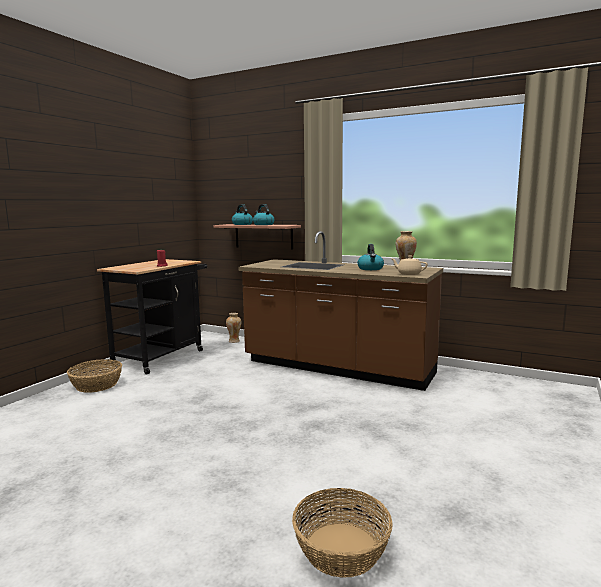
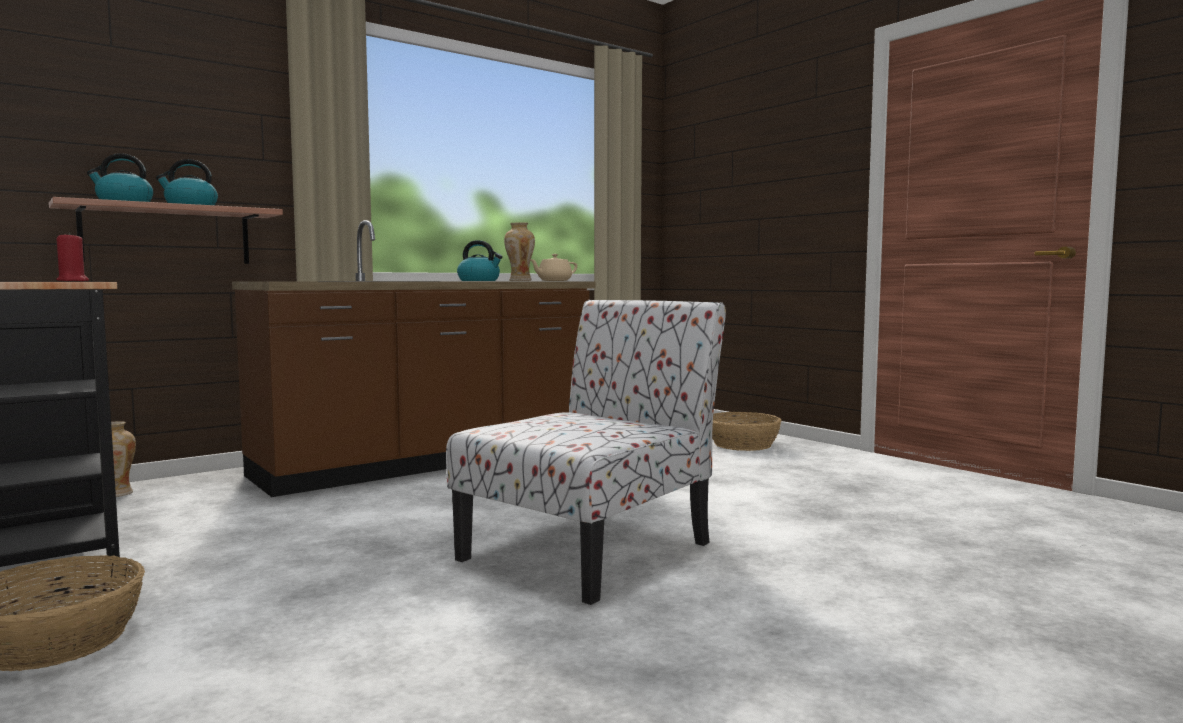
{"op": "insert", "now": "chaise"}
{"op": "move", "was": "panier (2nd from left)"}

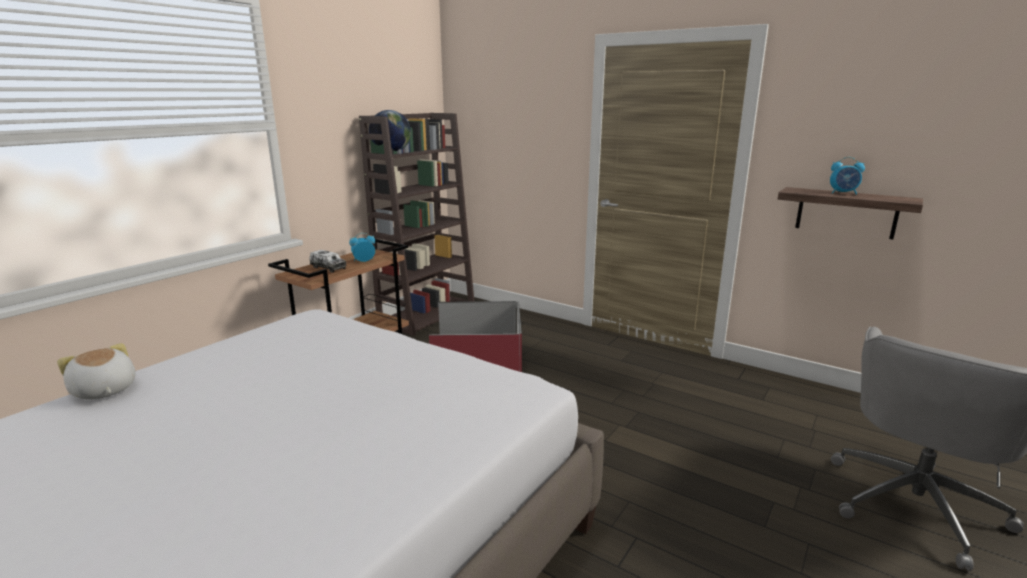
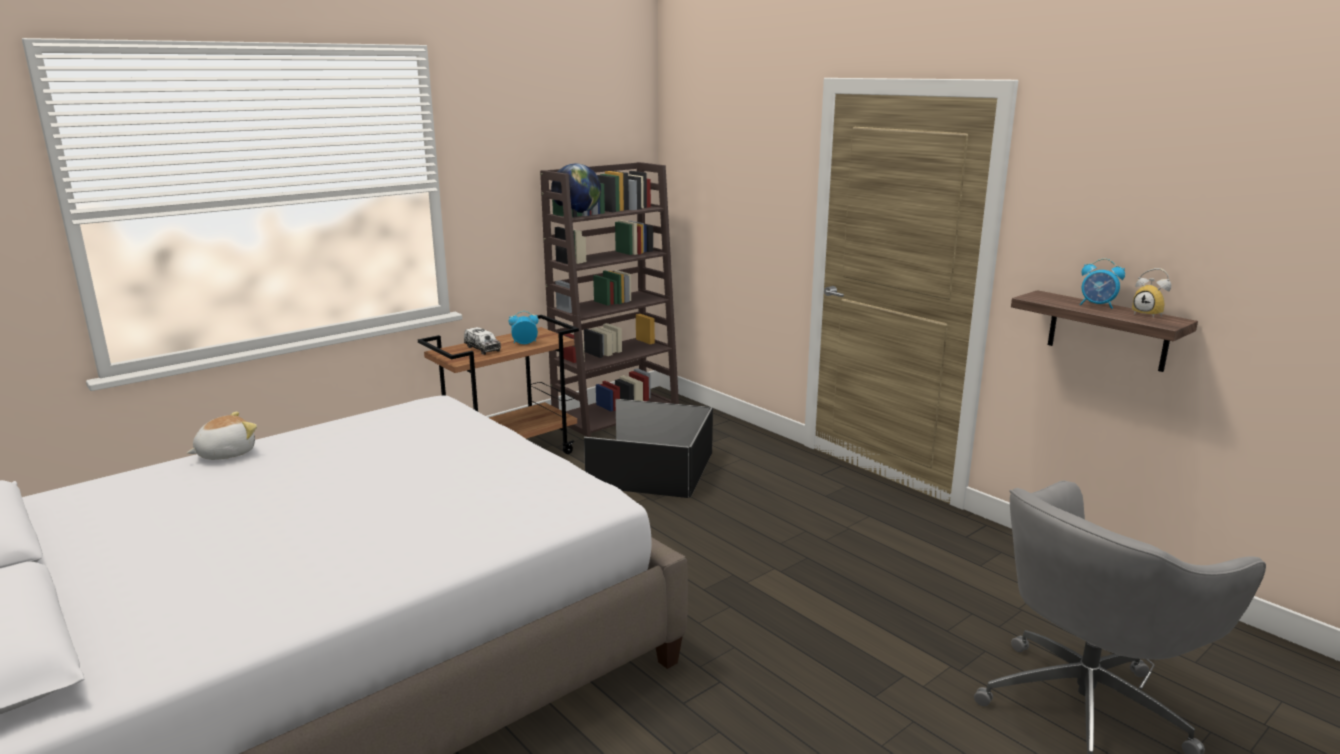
{"op": "rotate", "was": "peluche", "clockwise": 75}
{"op": "recolor", "was": "boîte de rangement/rouge", "now": "boîte de rangement/noir"}
{"op": "insert", "now": "réveil (3rd from left)"}

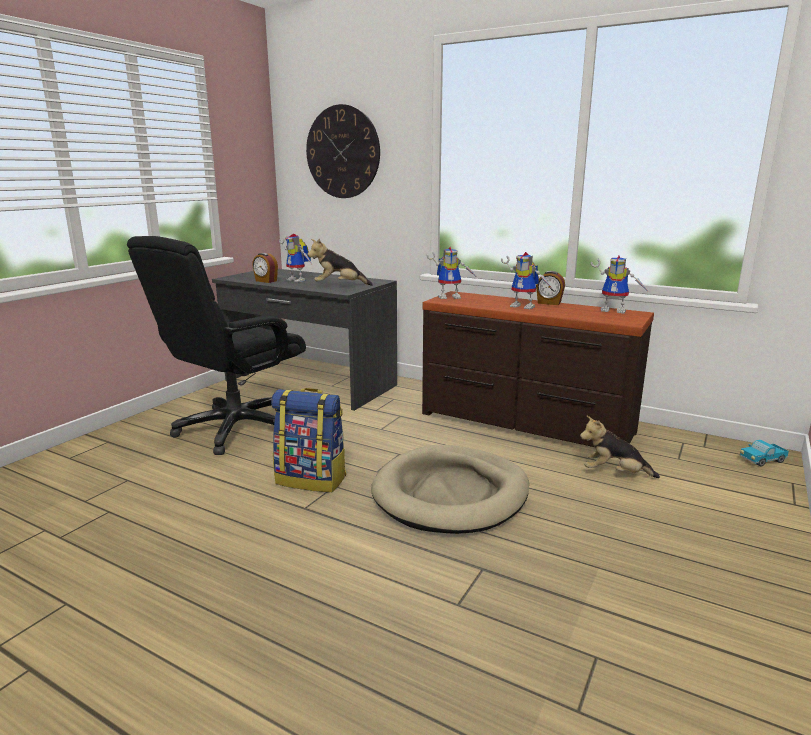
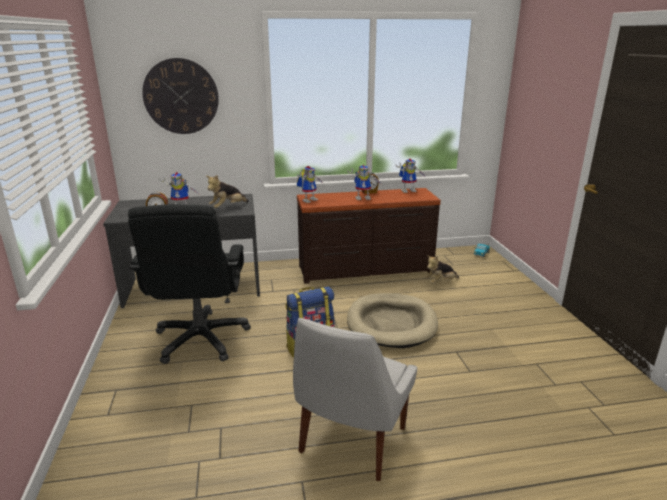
{"op": "insert", "now": "chaise/blanc"}

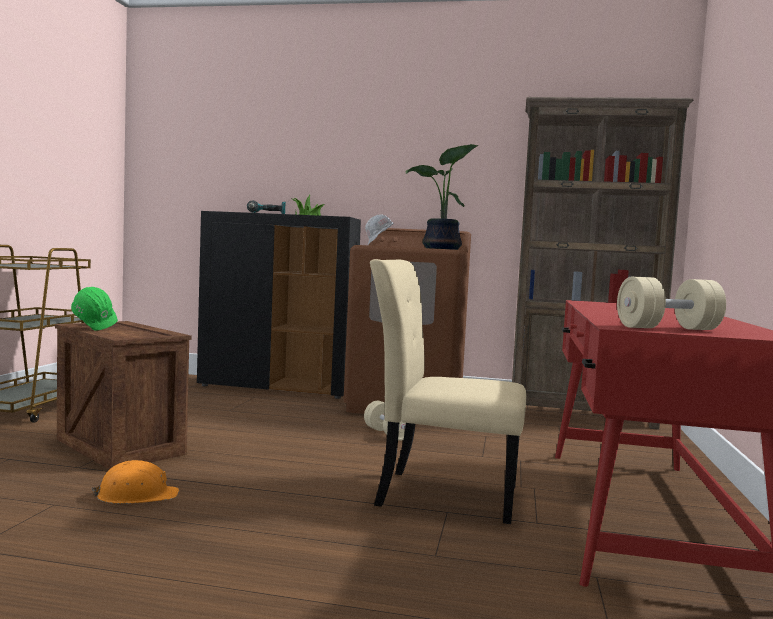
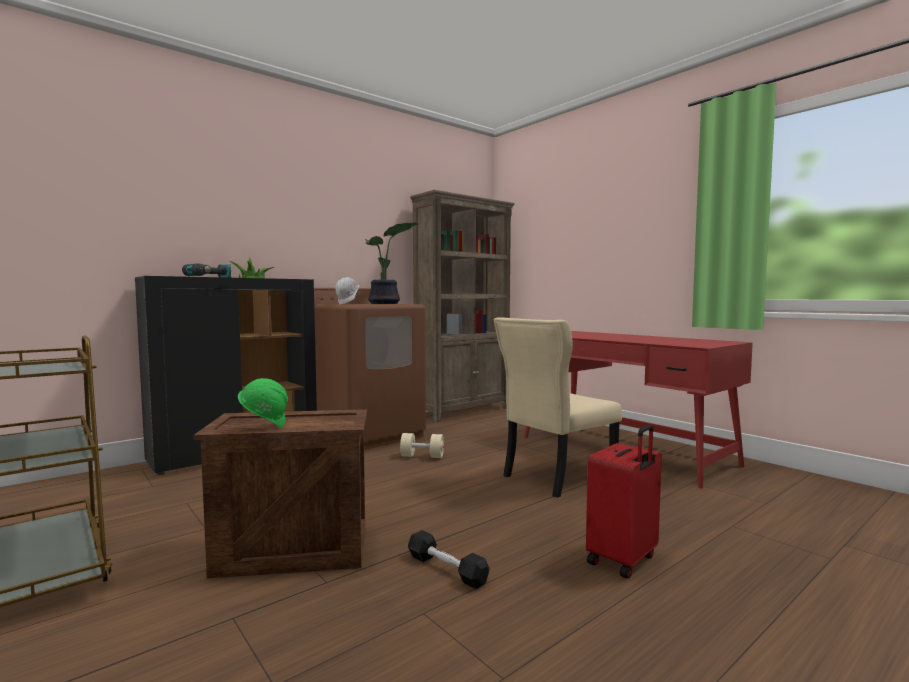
{"op": "replace", "was": "casque de chantier/orange", "now": "haltère/noir"}
{"op": "insert", "now": "valise/rouge"}
{"op": "delete", "was": "haltère/beige (2nd from left)"}

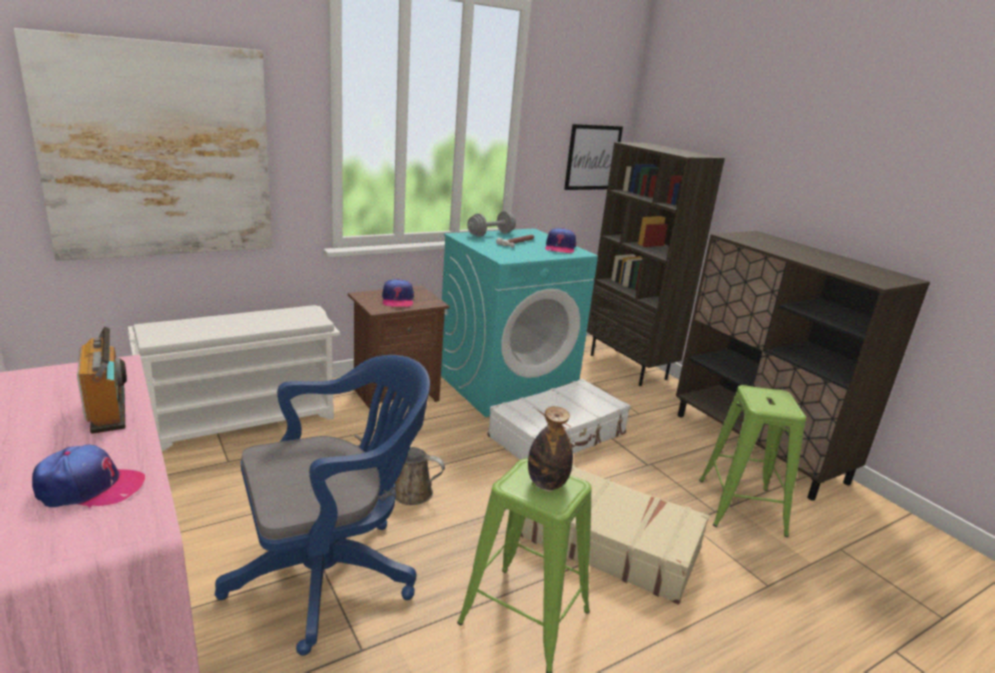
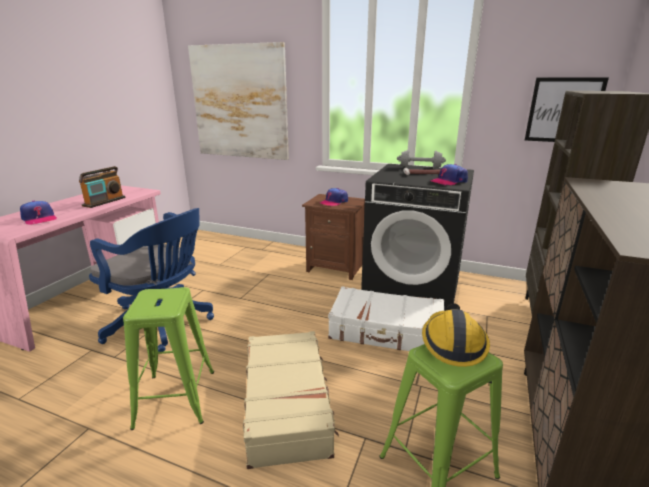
{"op": "recolor", "was": "lave-linge/turquoise", "now": "lave-linge/noir"}
{"op": "insert", "now": "casque de chantier"}
{"op": "delete", "was": "étagère à chaussures/blanc"}
{"op": "delete", "was": "arrosoir/marron"}
{"op": "delete", "was": "bouteille"}

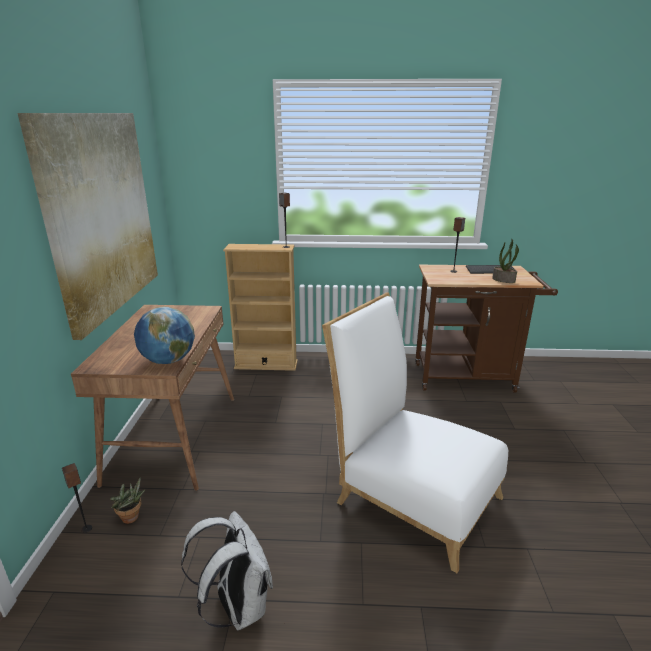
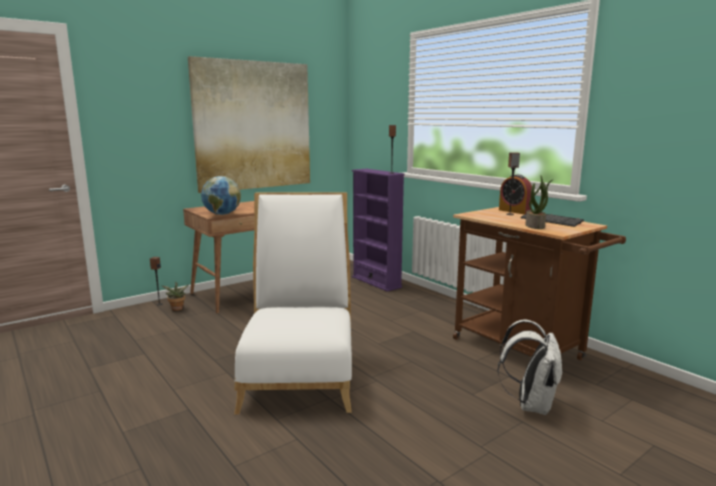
{"op": "recolor", "was": "bibliothèque/beige", "now": "bibliothèque/violet"}
{"op": "move", "was": "sac à dos/blanc"}
{"op": "insert", "now": "réveil"}

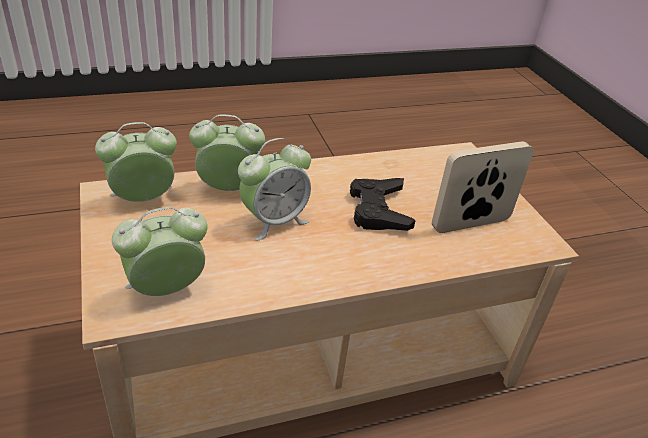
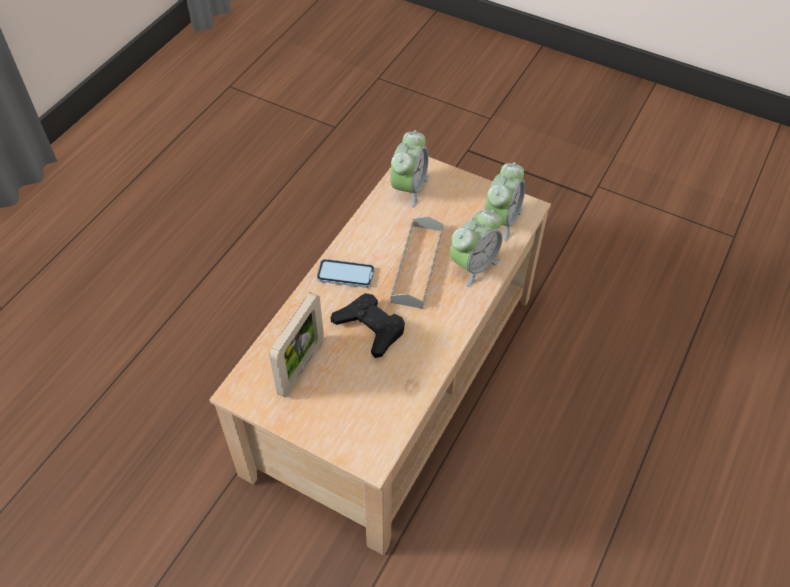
{"op": "insert", "now": "téléphone"}
{"op": "replace", "was": "réveil (4th from left)", "now": "plateau/gris"}

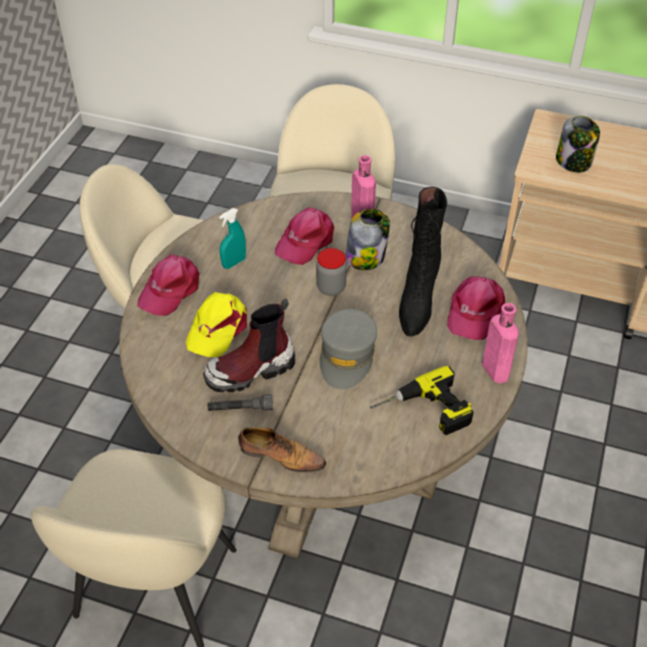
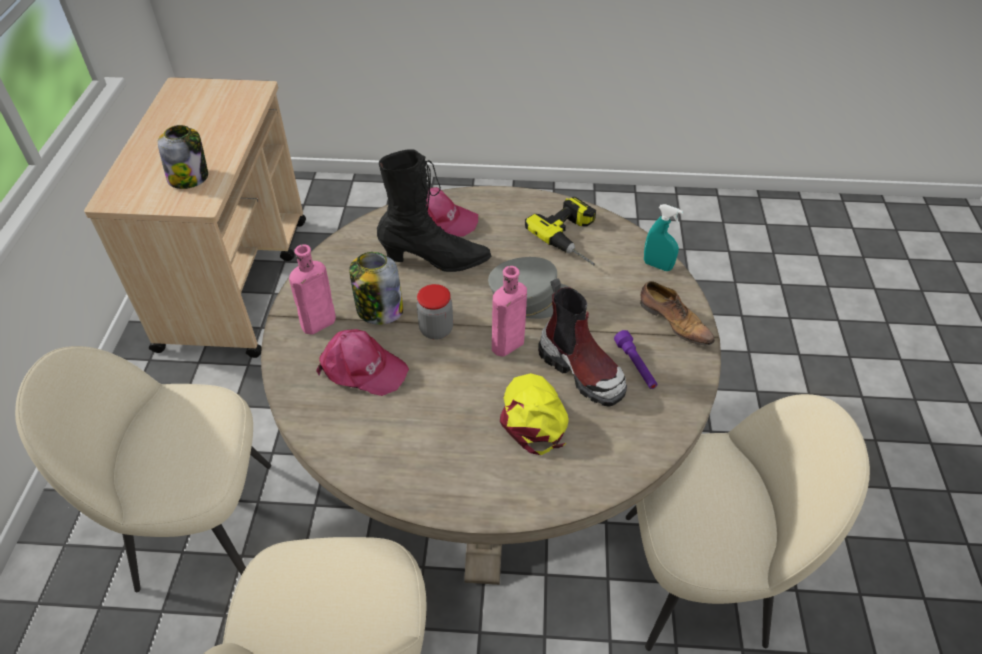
{"op": "move", "was": "bouteille/rose (2nd from left)"}
{"op": "rotate", "was": "casquette/jaune", "clockwise": -105}
{"op": "recolor", "was": "lampe de poche/gris", "now": "lampe de poche/violet"}
{"op": "rotate", "was": "chaussure", "clockwise": 135}
{"op": "move", "was": "vaporisateur/turquoise"}
{"op": "delete", "was": "casquette/rose (1st from left)"}

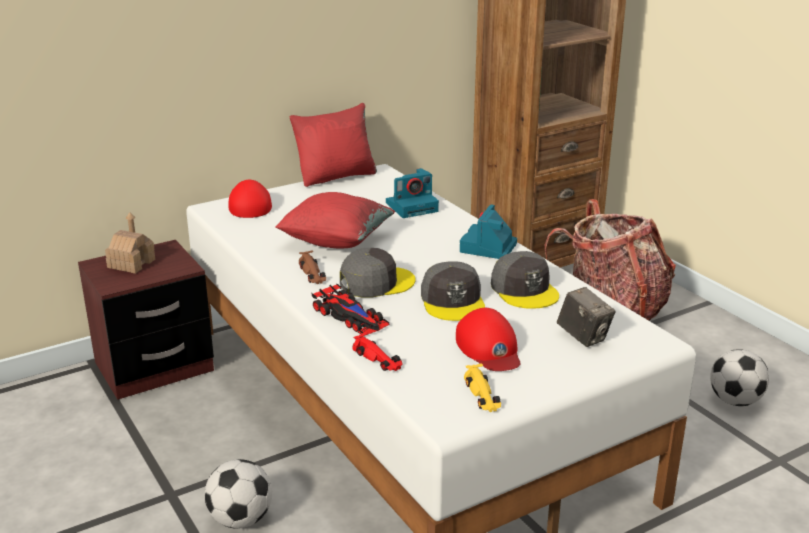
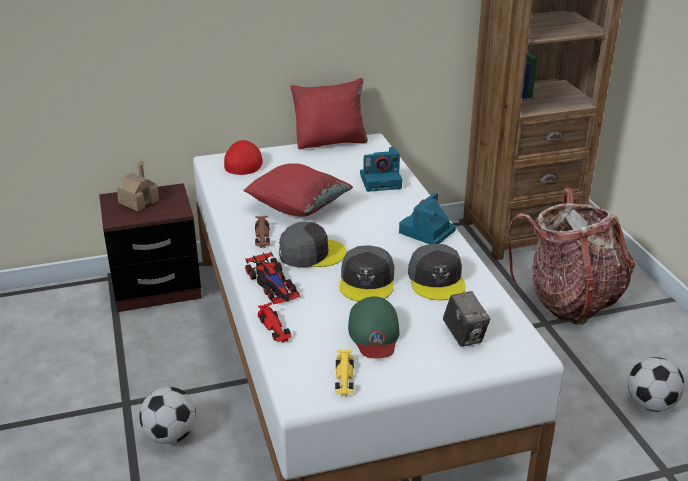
{"op": "recolor", "was": "casquette/rouge (2nd from left)", "now": "casquette/vert"}

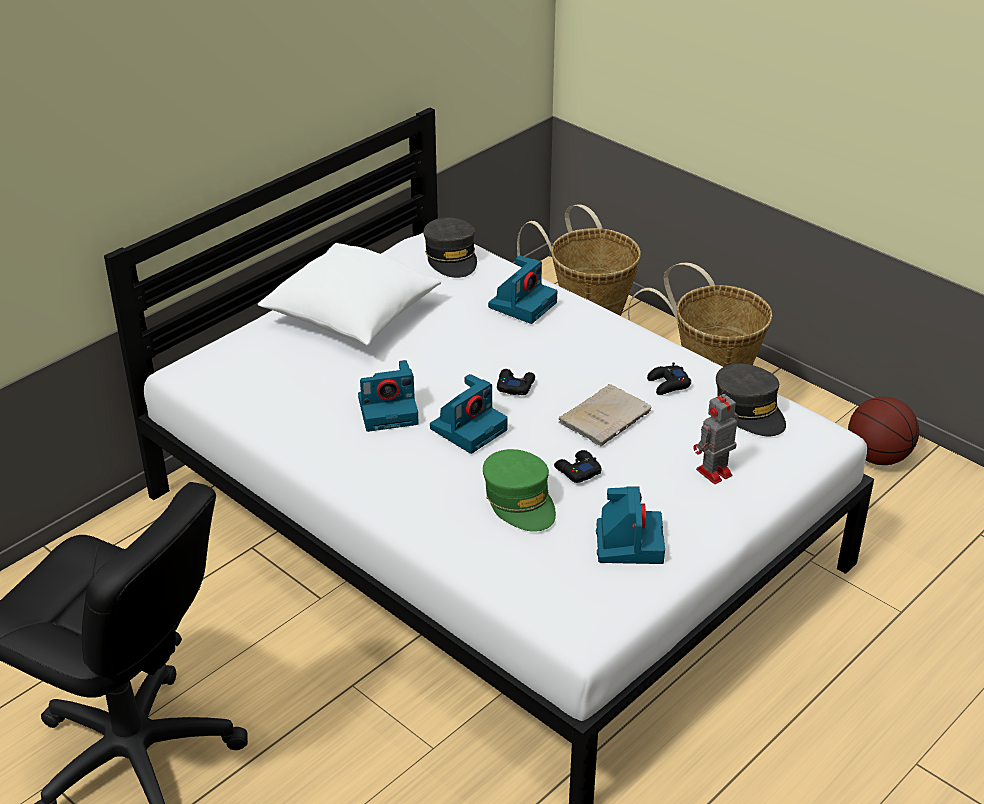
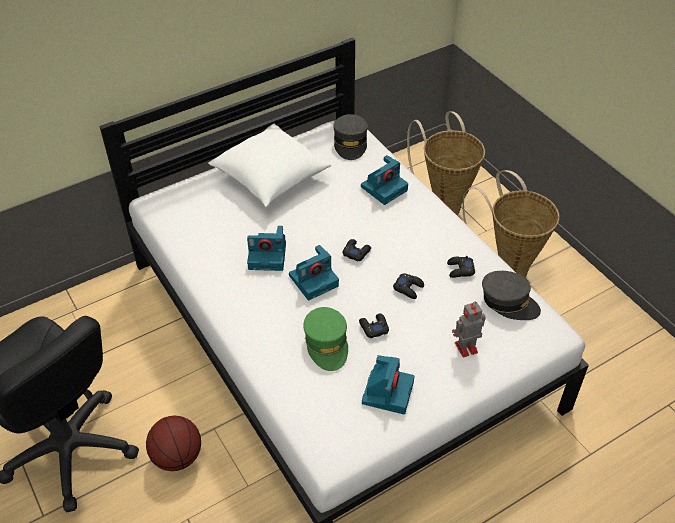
{"op": "move", "was": "ballon de basket"}
{"op": "replace", "was": "livre/beige", "now": "manette/noir (3rd from left)"}
{"op": "rotate", "was": "casquette/gris (2nd from left)", "clockwise": -45}

